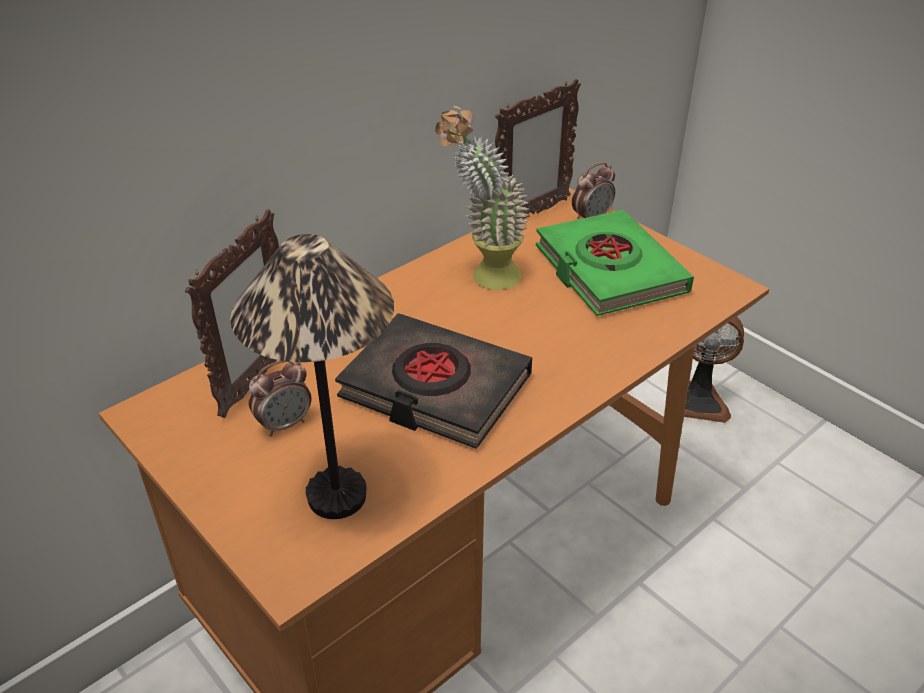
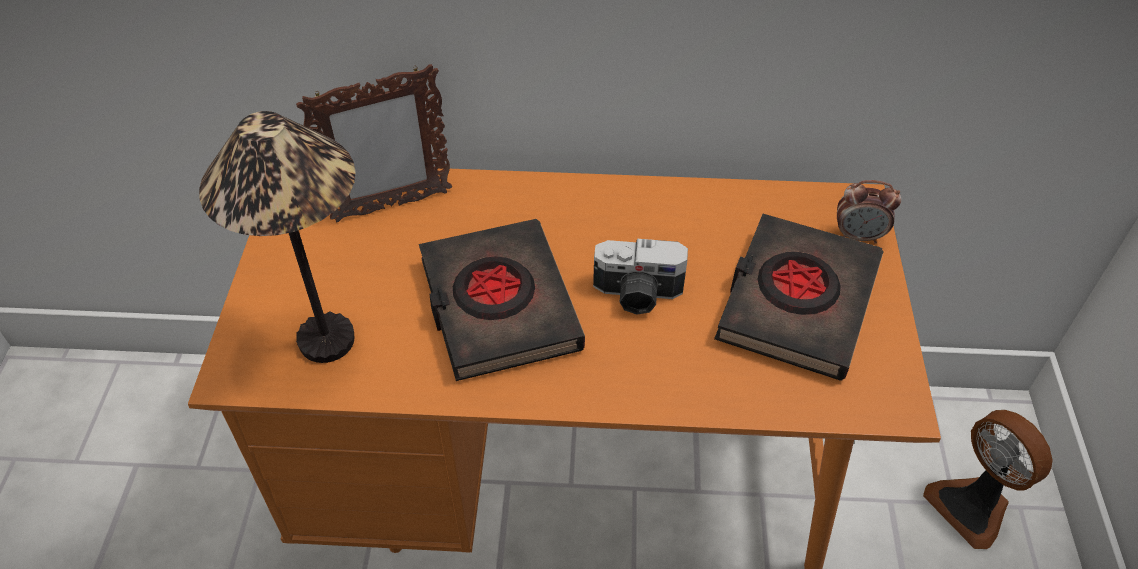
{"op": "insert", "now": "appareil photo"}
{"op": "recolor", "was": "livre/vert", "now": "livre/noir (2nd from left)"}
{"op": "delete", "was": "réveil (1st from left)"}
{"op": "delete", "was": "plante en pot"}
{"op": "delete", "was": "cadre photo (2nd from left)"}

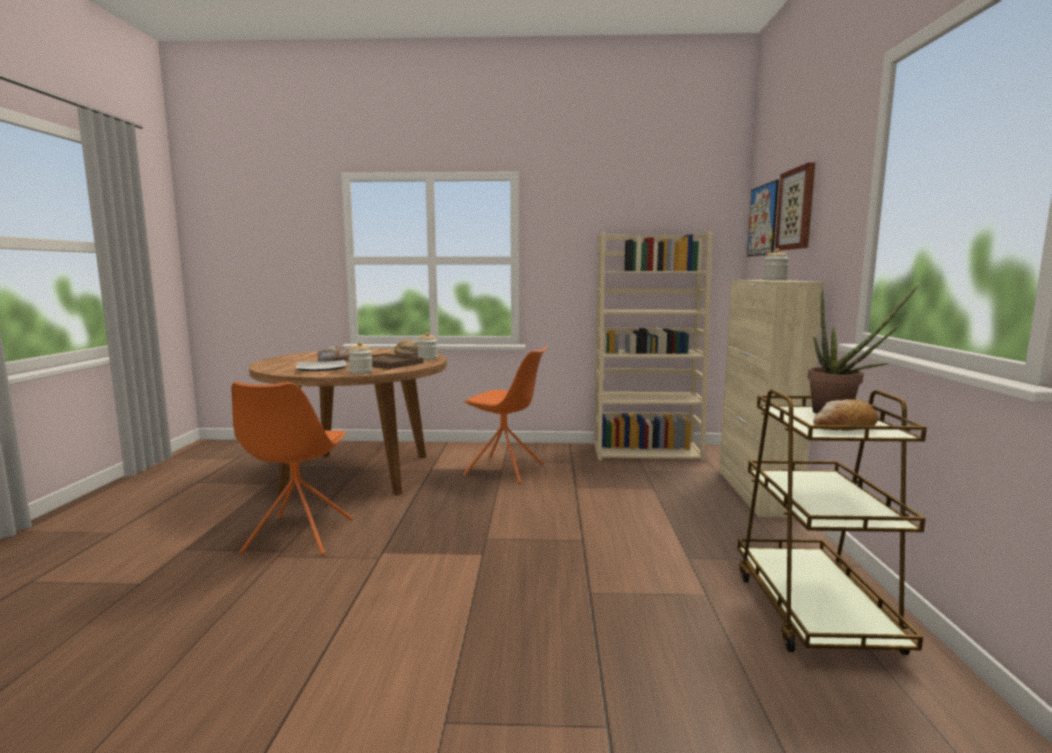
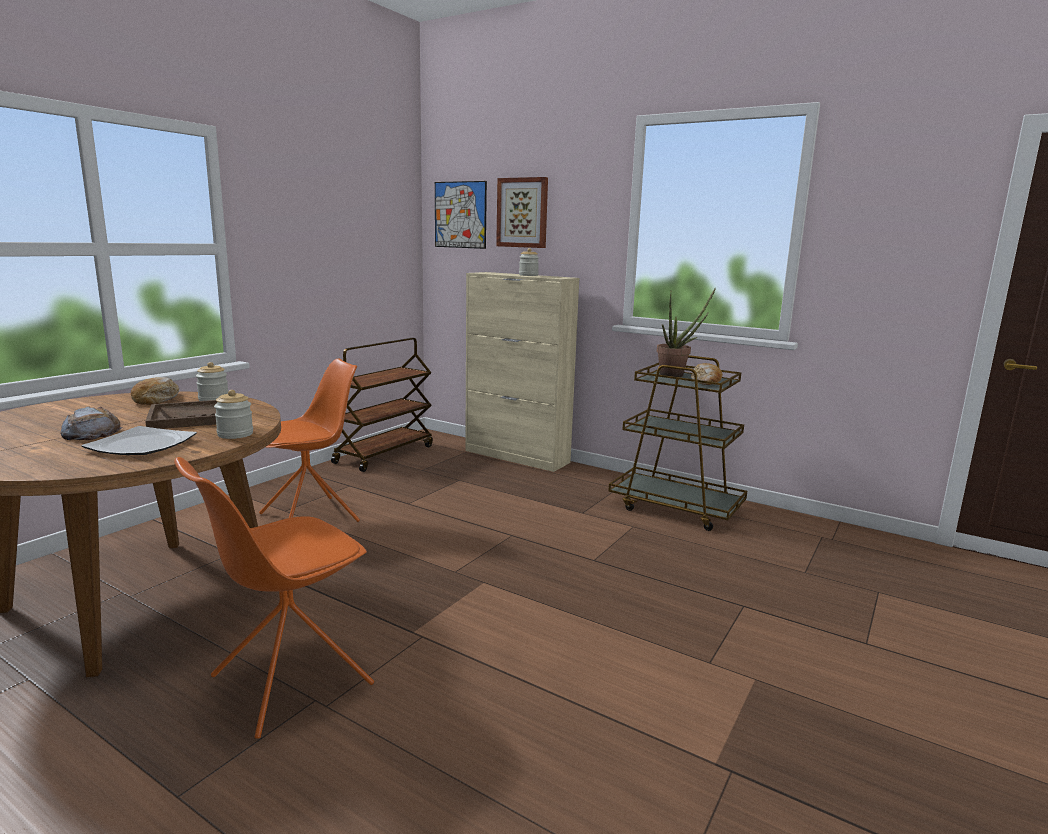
{"op": "rotate", "was": "chaise/orange (1st from left)", "clockwise": 105}
{"op": "replace", "was": "bibliothèque/beige", "now": "chariot/marron (1st from left)"}

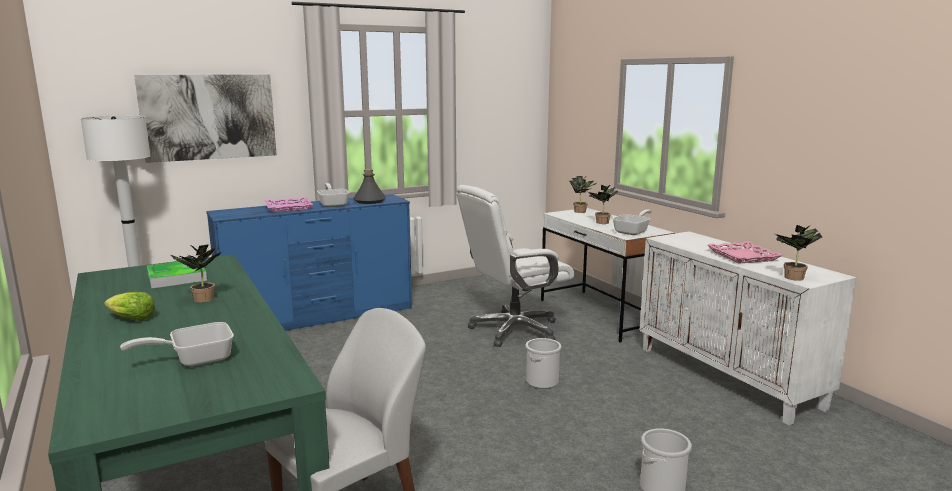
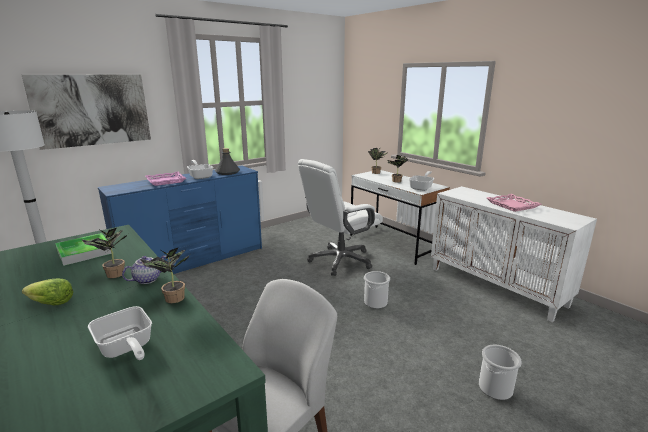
{"op": "rotate", "was": "poêle (1st from left)", "clockwise": -90}
{"op": "insert", "now": "théière"}
{"op": "move", "was": "plante en pot (4th from left in the first image)", "now": "plante en pot (2nd from left)"}

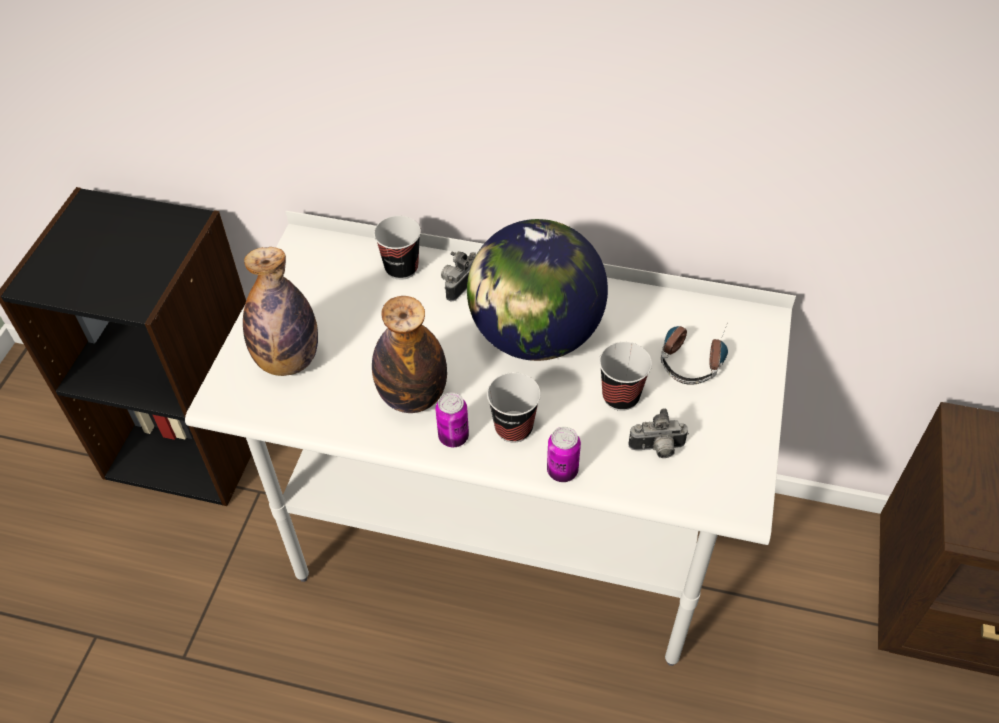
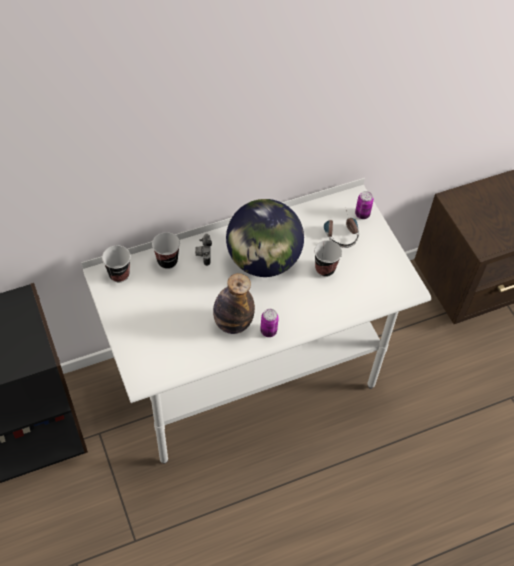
{"op": "move", "was": "tasse (2nd from left in the first image)", "now": "tasse (1st from left)"}
{"op": "move", "was": "boîte métallique (2nd from left)"}
{"op": "delete", "was": "bouteille (1st from left)"}
{"op": "delete", "was": "appareil photo (2nd from left)"}

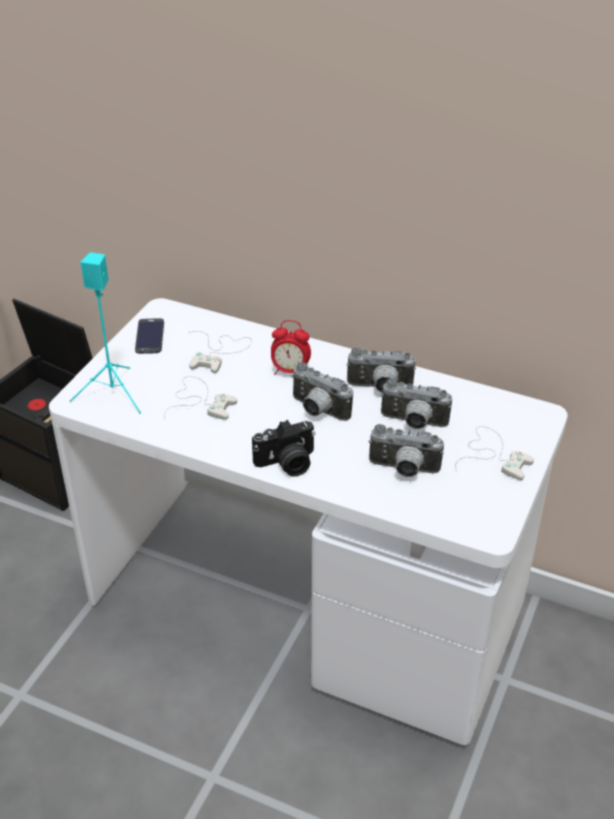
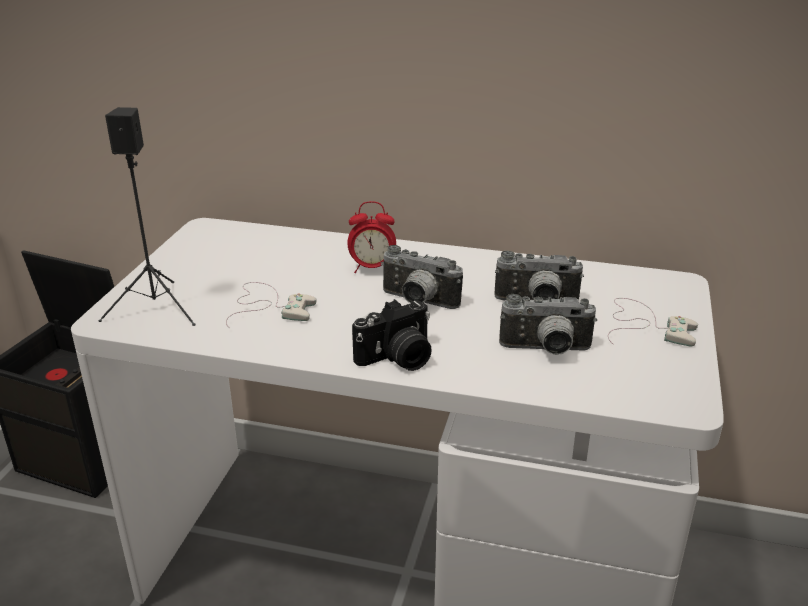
{"op": "recolor", "was": "enceinte/turquoise", "now": "enceinte/noir"}
{"op": "delete", "was": "téléphone"}
{"op": "delete", "was": "manette/blanc (2nd from left)"}
{"op": "delete", "was": "appareil photo (3rd from left)"}

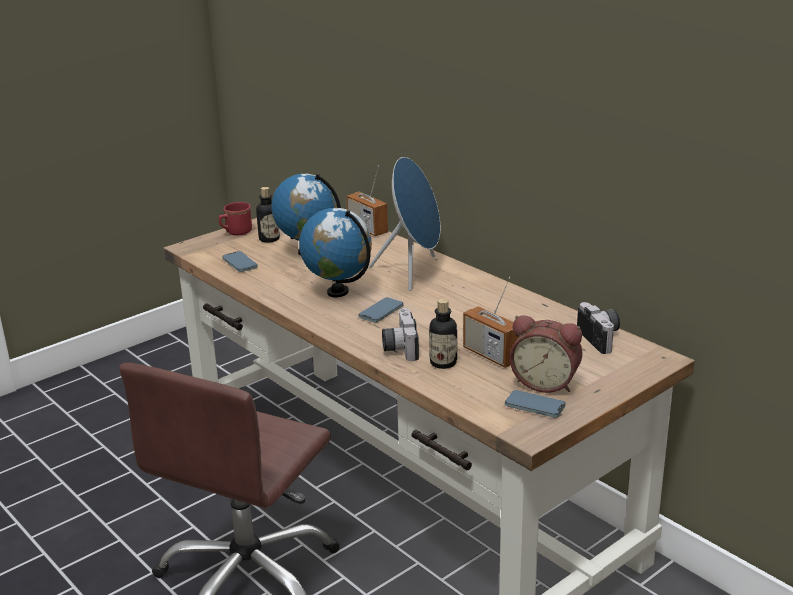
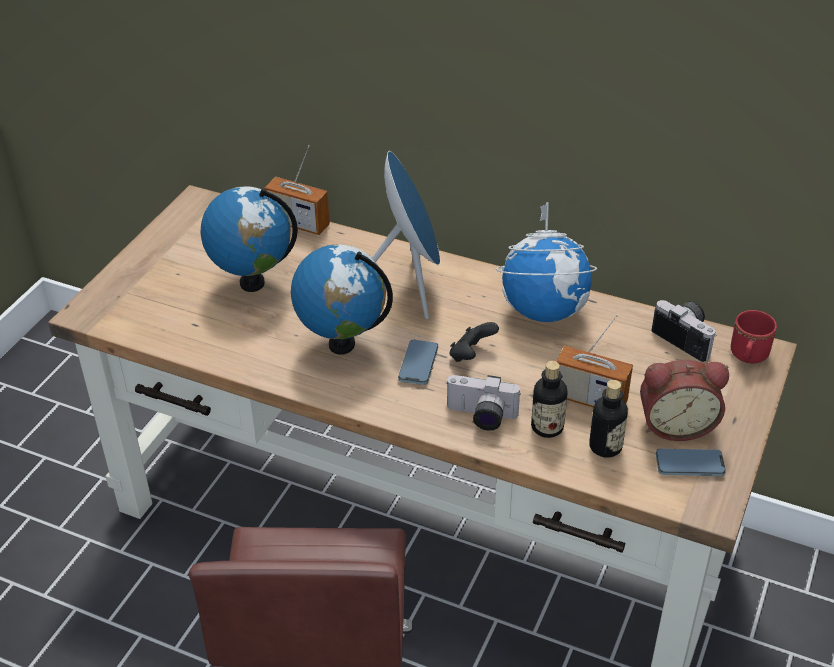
{"op": "rotate", "was": "appareil photo (1st from left)", "clockwise": -45}
{"op": "insert", "now": "manette/noir"}
{"op": "insert", "now": "globe (3rd from left)"}
{"op": "move", "was": "bouteille (1st from left in the first image)", "now": "bouteille (2nd from left)"}
{"op": "move", "was": "mug/rouge"}
{"op": "delete", "was": "téléphone (1st from left)"}

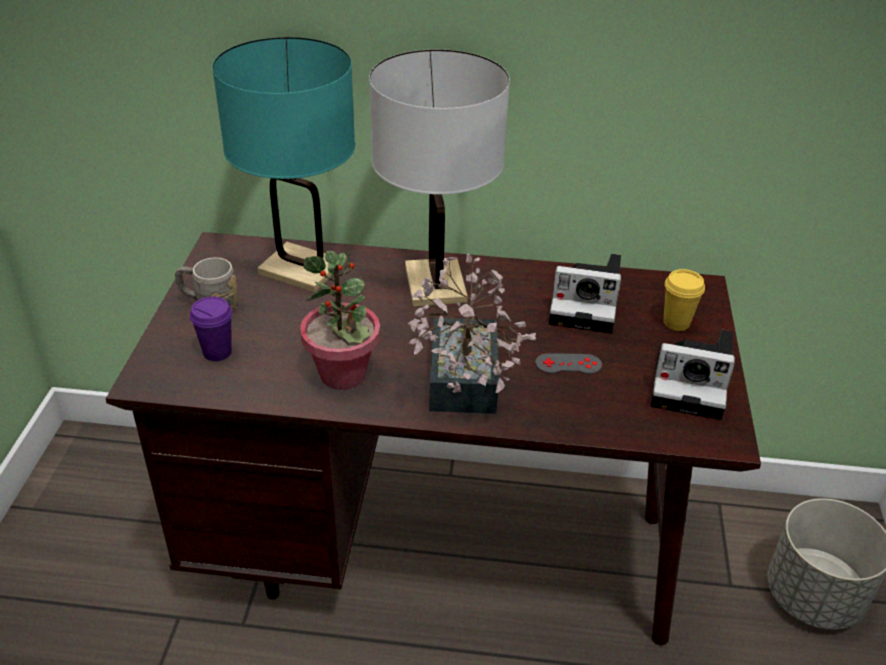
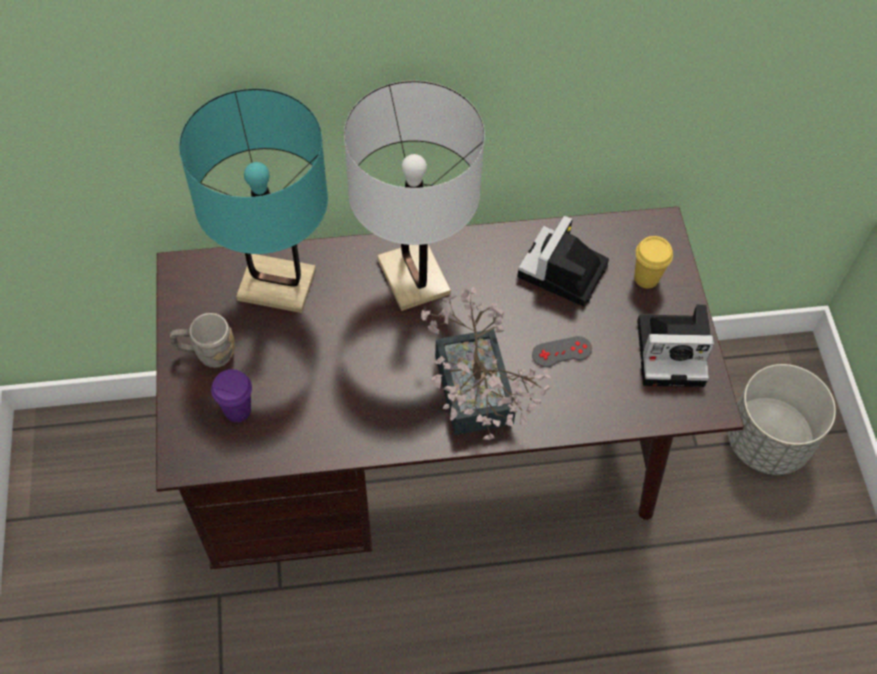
{"op": "rotate", "was": "appareil photo (1st from left)", "clockwise": 120}
{"op": "delete", "was": "plante en pot (1st from left)"}

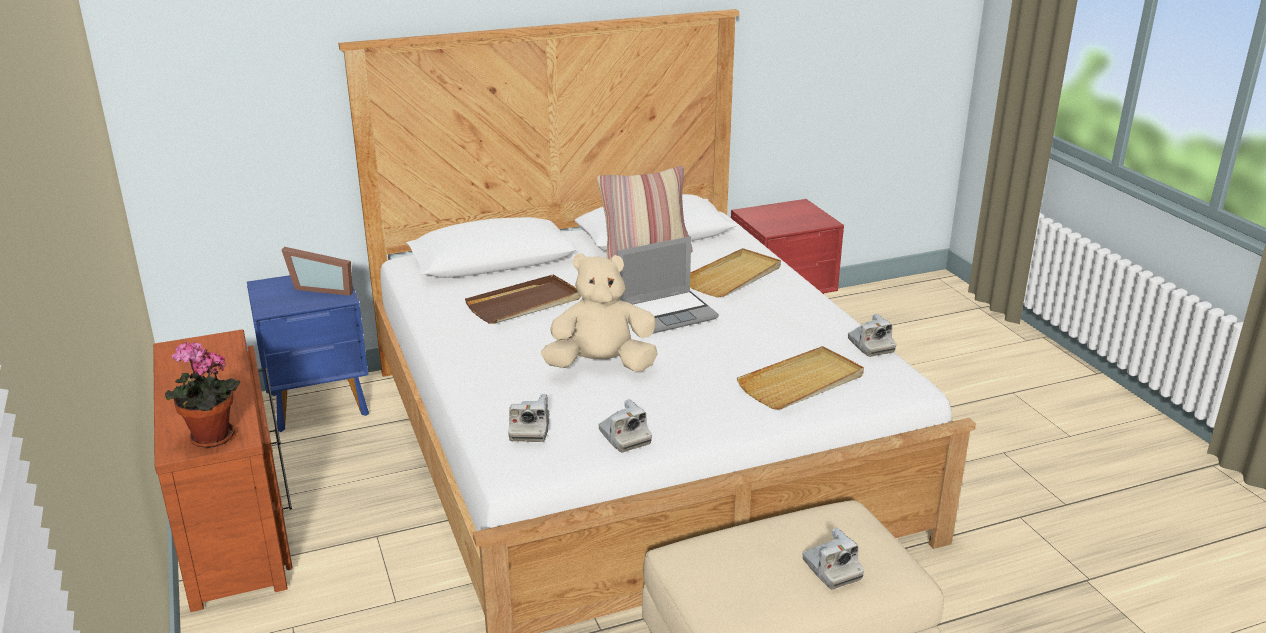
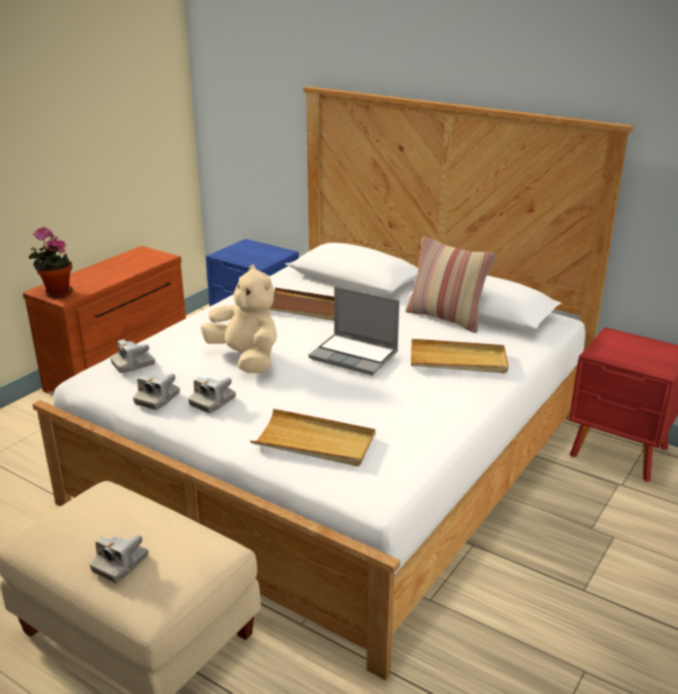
{"op": "move", "was": "appareil photo (4th from left)"}
{"op": "delete", "was": "cadre photo"}

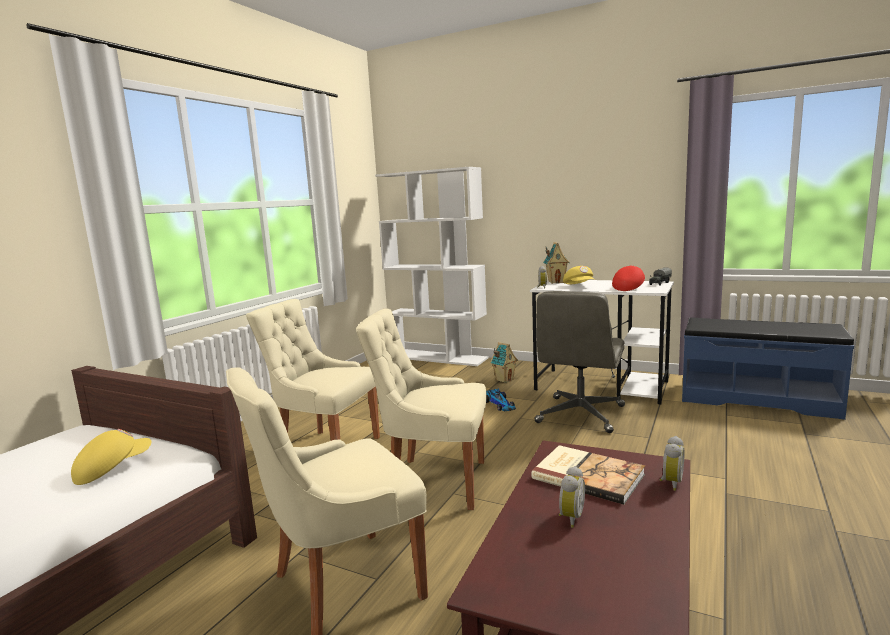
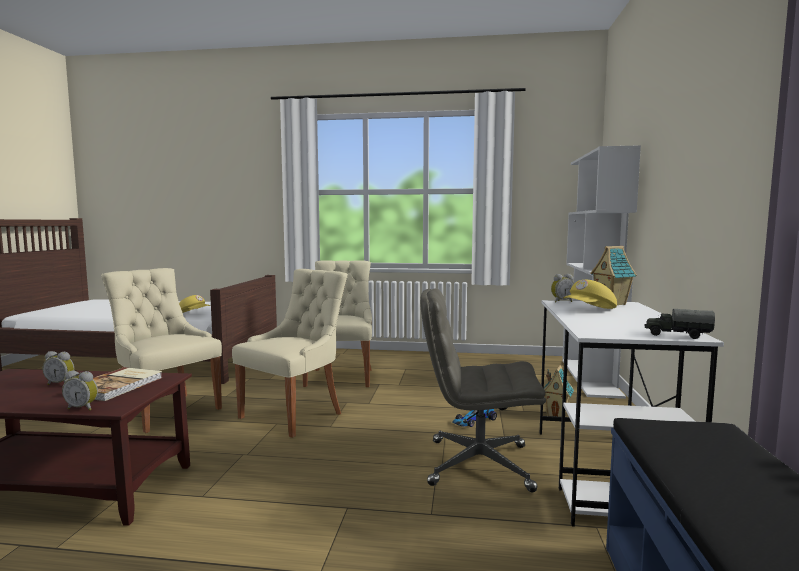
{"op": "rotate", "was": "chaise/beige (3rd from left in the first image)", "clockwise": 45}
{"op": "delete", "was": "casquette/rouge"}

